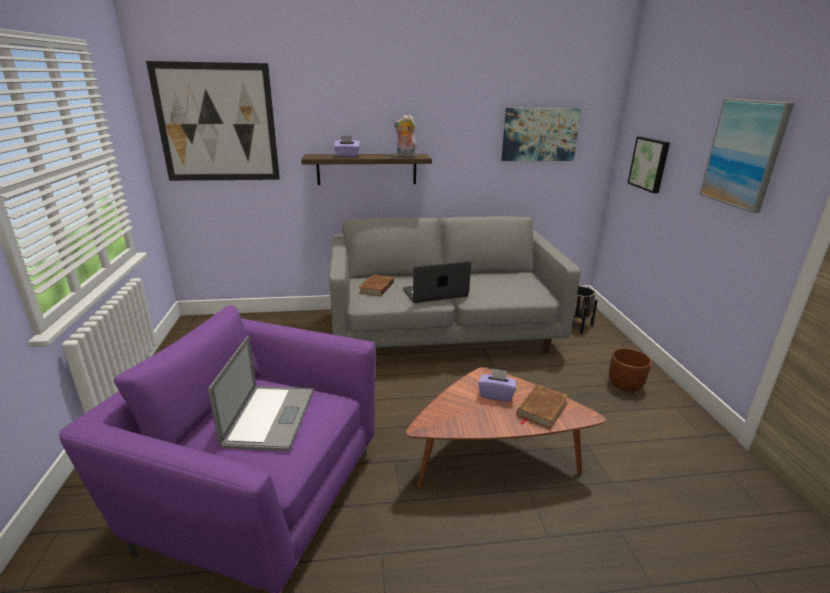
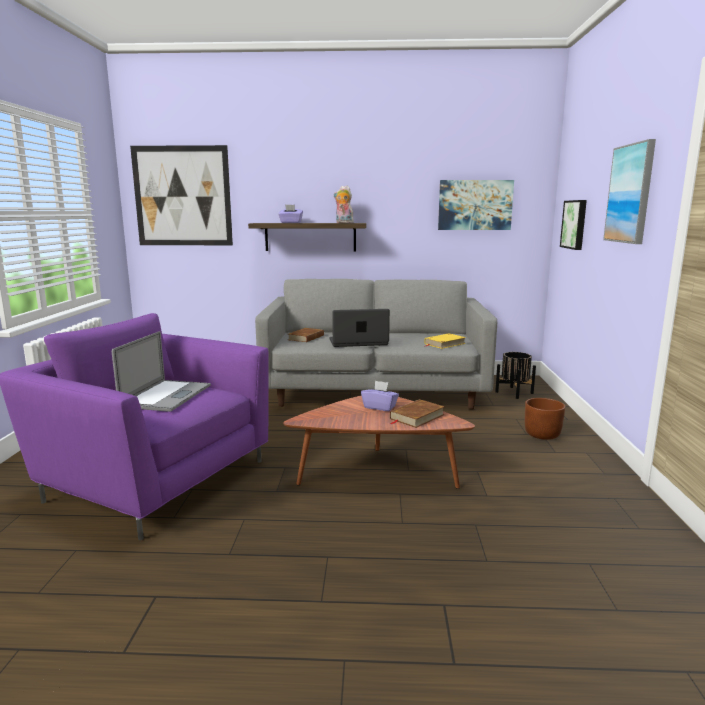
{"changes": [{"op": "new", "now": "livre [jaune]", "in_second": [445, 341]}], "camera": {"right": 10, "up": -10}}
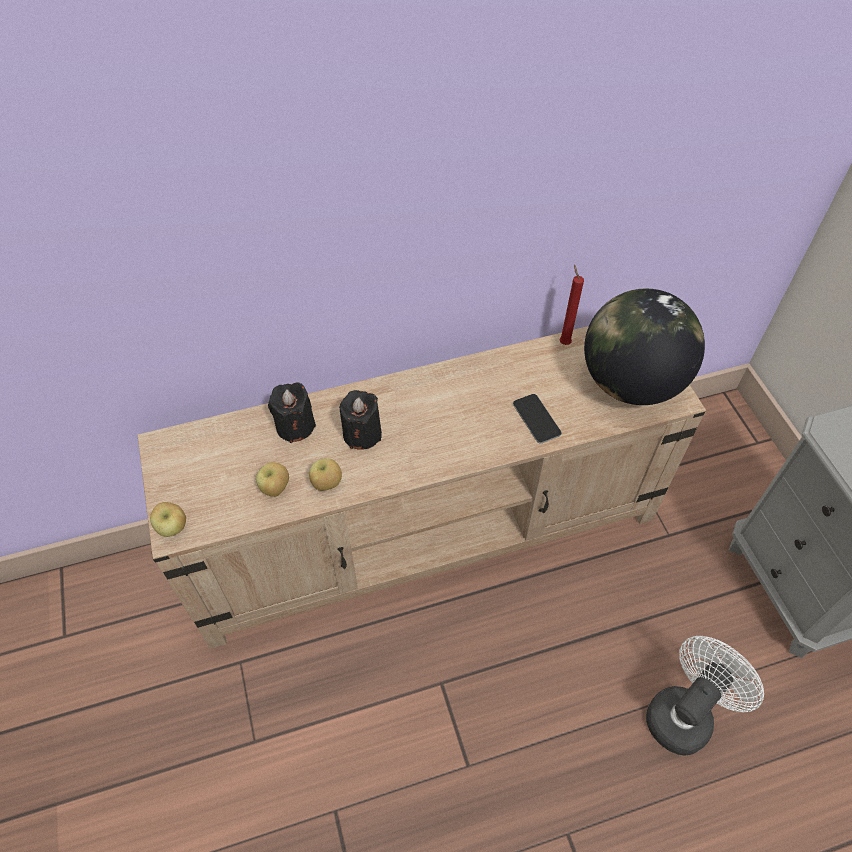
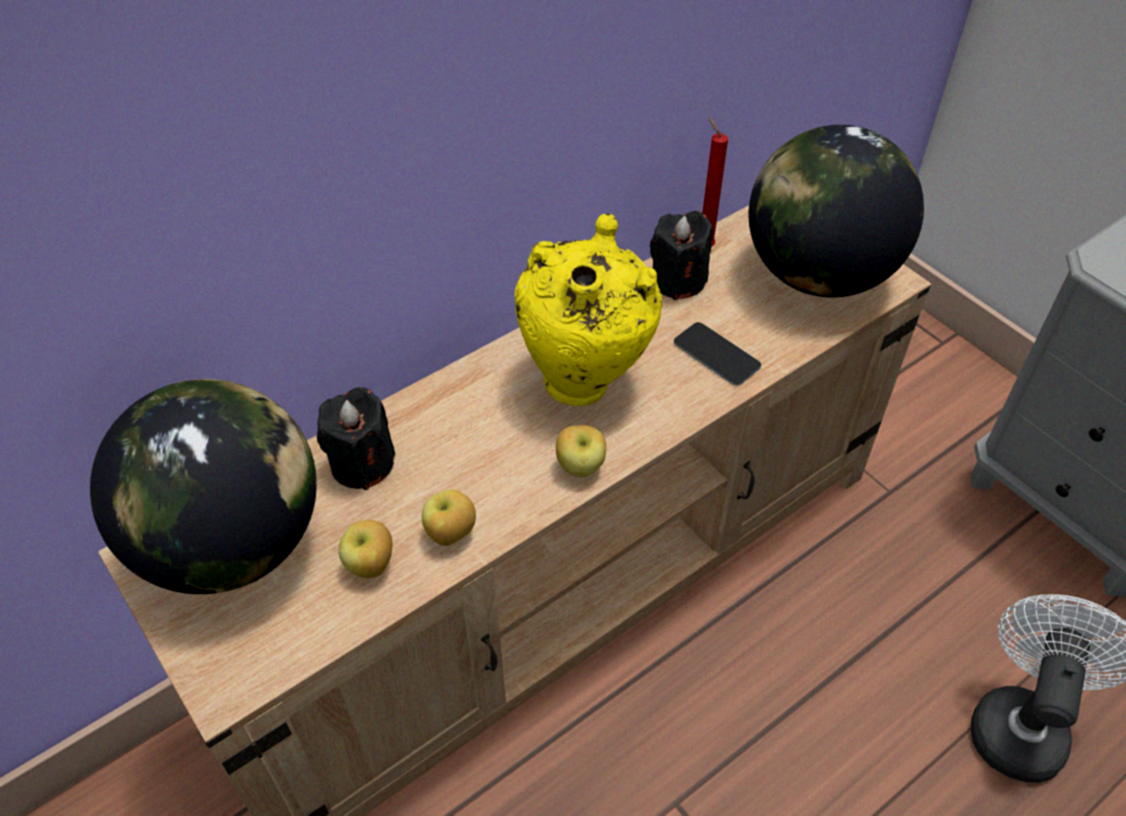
{"changes": [{"op": "shifted", "was": "bougie [noir]", "in_first": [360, 420], "in_second": [681, 255]}, {"op": "shifted", "was": "pomme", "in_first": [168, 519], "in_second": [581, 451]}, {"op": "new", "now": "vase [jaune]", "in_second": [589, 309]}, {"op": "new", "now": "globe", "in_second": [203, 486]}], "camera": {"right": -20, "up": -5}}
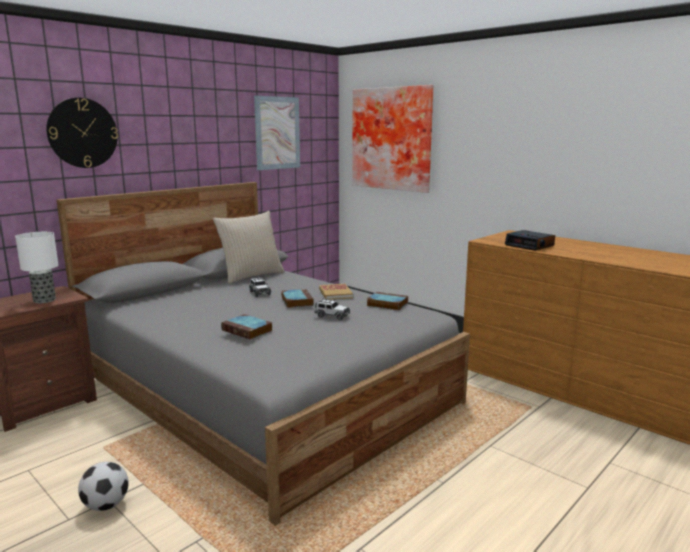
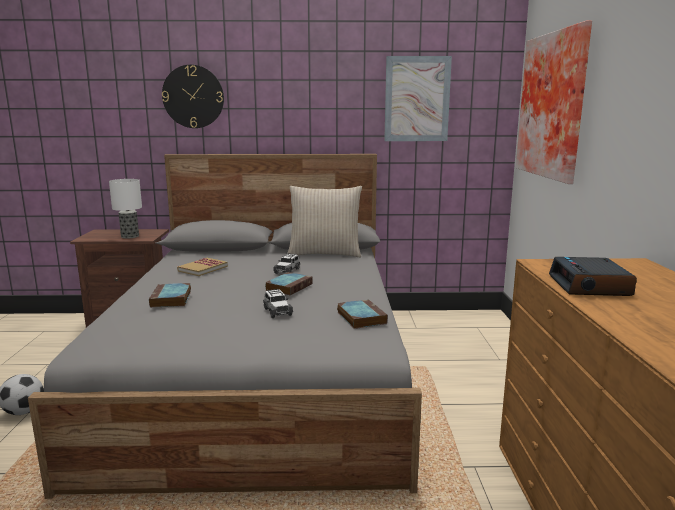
{"changes": [{"op": "shifted", "was": "livre", "in_first": [336, 292], "in_second": [202, 267]}], "camera": {"right": 45, "up": 0}}
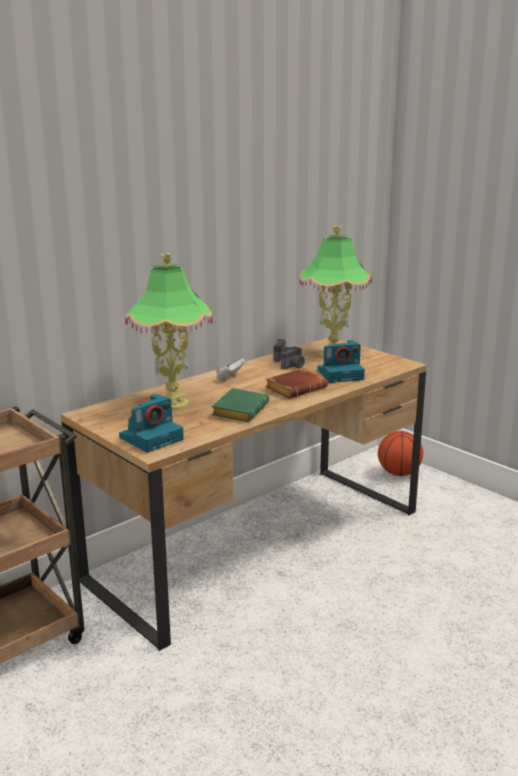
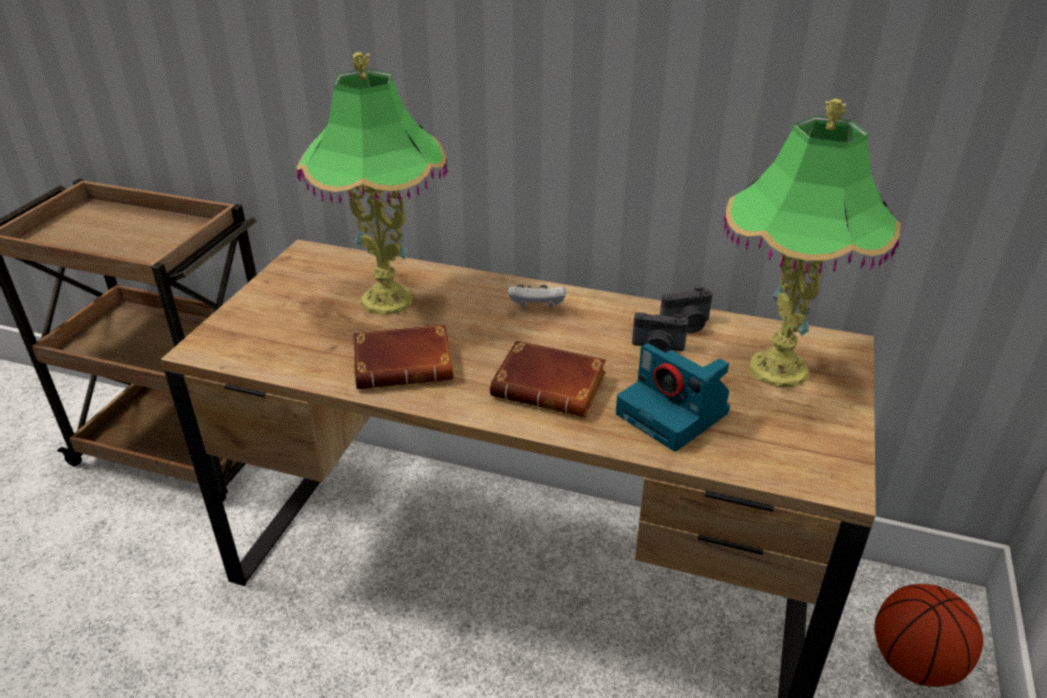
{"changes": [{"op": "repainted", "was": "livre [vert]", "now": "livre [marron]", "in_first": [240, 405], "in_second": [403, 356]}, {"op": "gone", "was": "appareil photo", "in_first": [151, 423]}], "camera": {"right": 60, "up": 15}}
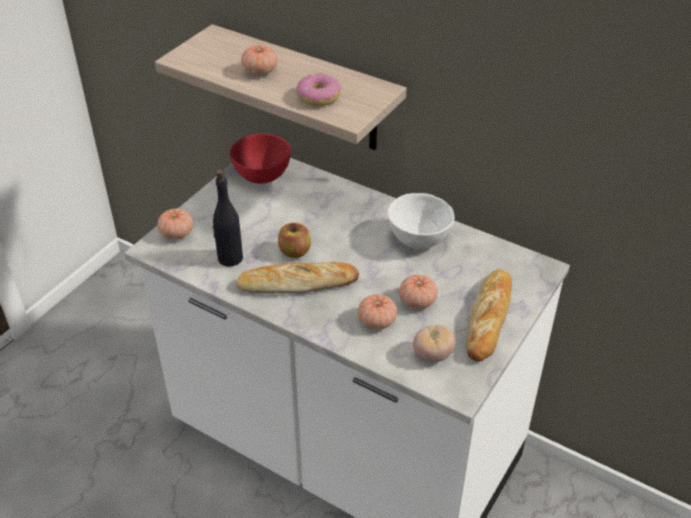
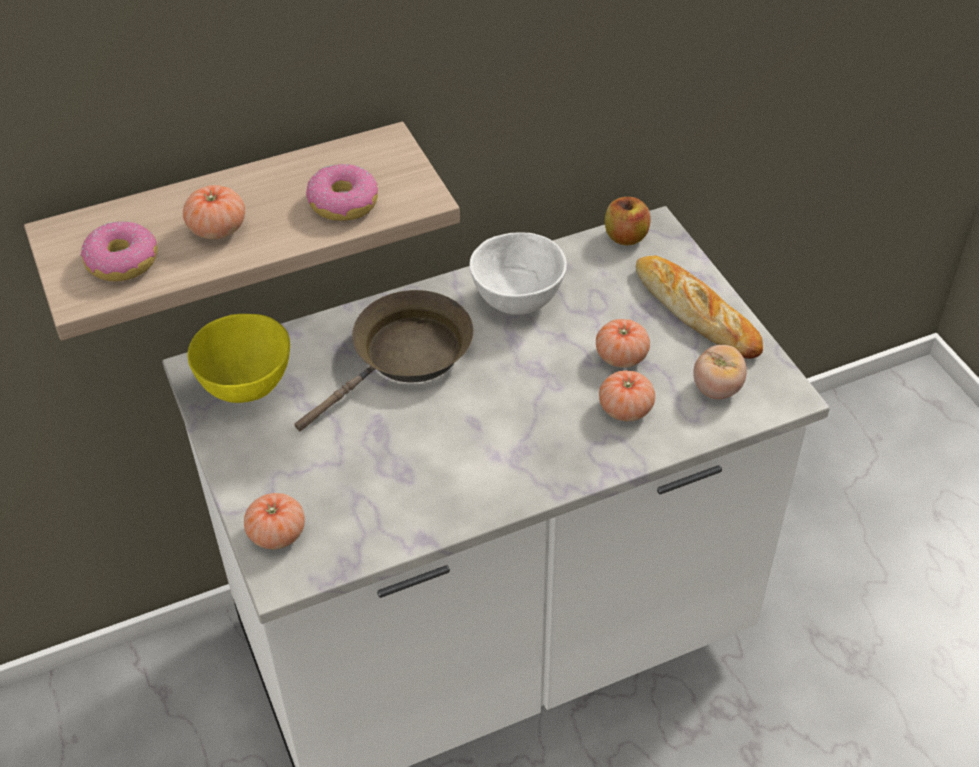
{"changes": [{"op": "repainted", "was": "bol [rouge]", "now": "bol [jaune]", "in_first": [260, 158], "in_second": [238, 358]}, {"op": "gone", "was": "bouteille [noir]", "in_first": [228, 218]}, {"op": "shifted", "was": "pomme", "in_first": [294, 240], "in_second": [628, 221]}, {"op": "gone", "was": "pain", "in_first": [297, 278]}, {"op": "new", "now": "beignet", "in_second": [118, 251]}, {"op": "new", "now": "poêle [marron]", "in_second": [384, 360]}], "camera": {"right": -55, "up": 5}}
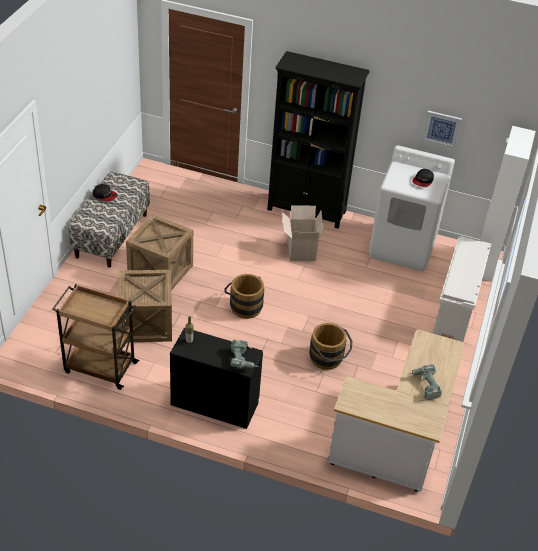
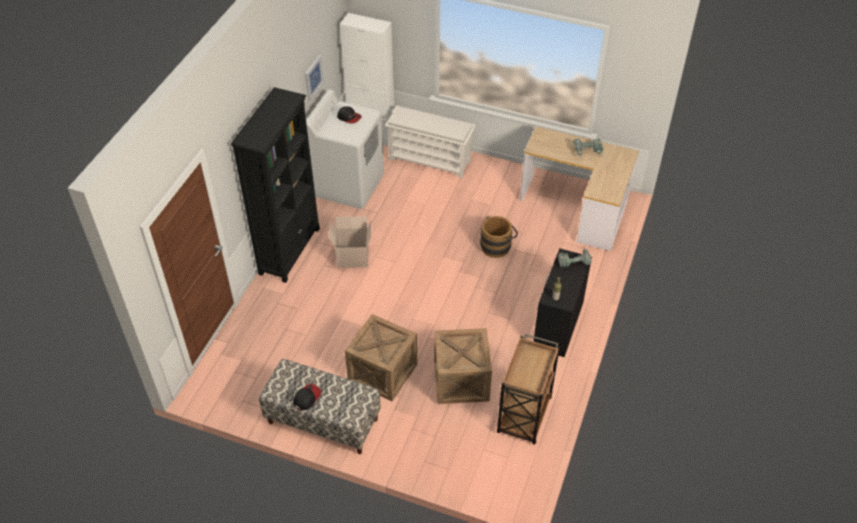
{"changes": [{"op": "gone", "was": "seau [marron]", "in_first": [244, 296]}], "camera": {"right": -85, "up": 5}}
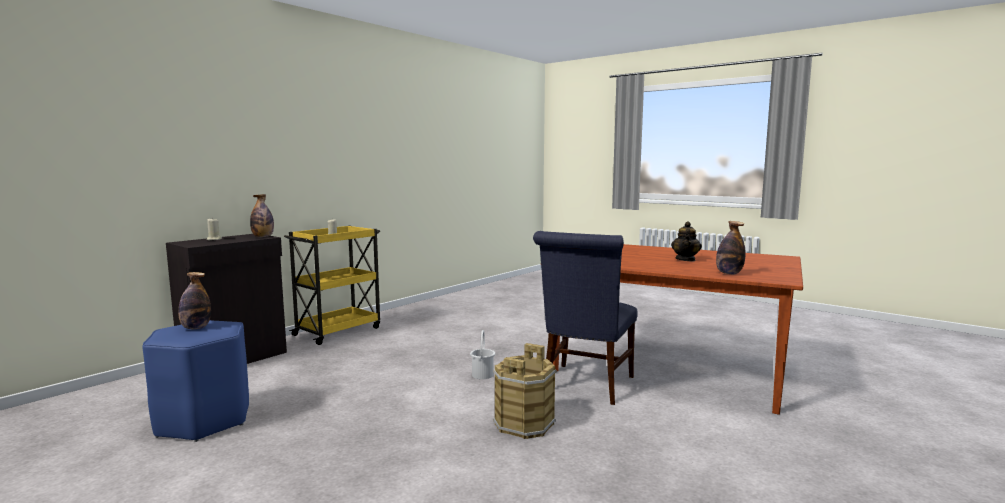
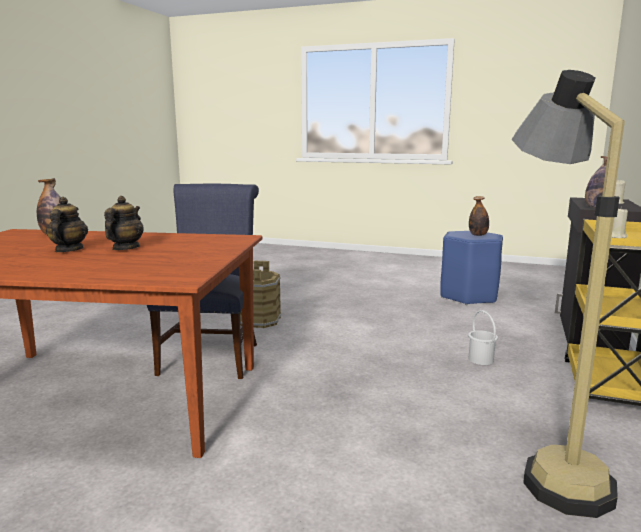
{"changes": [{"op": "shifted", "was": "seau [blanc]", "in_first": [482, 354], "in_second": [483, 337]}, {"op": "new", "now": "lampadaire", "in_second": [568, 294]}, {"op": "new", "now": "théière", "in_second": [124, 223]}], "camera": {"right": 160, "up": 5}}
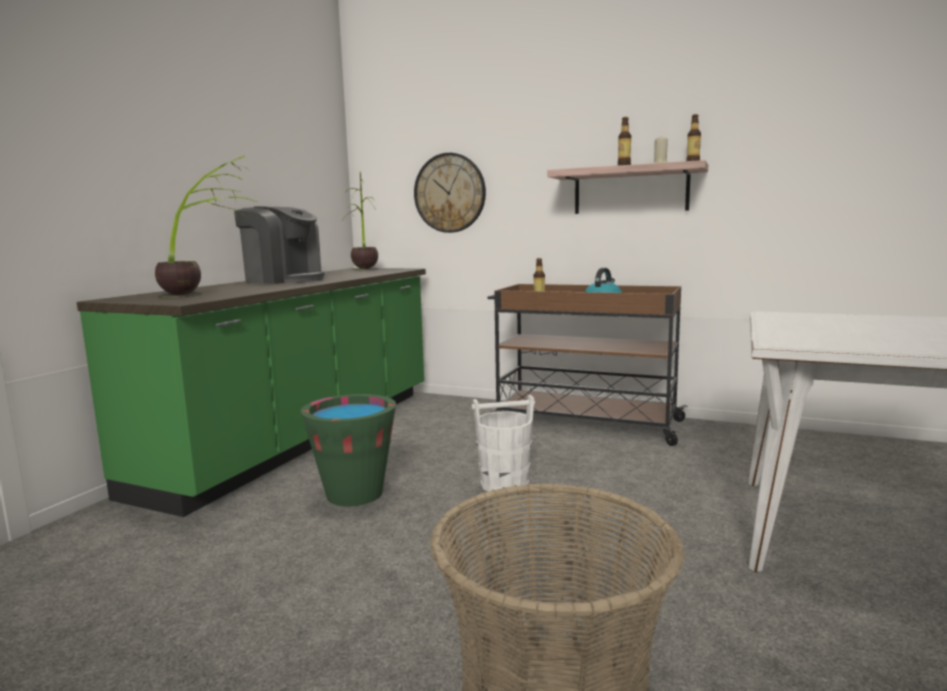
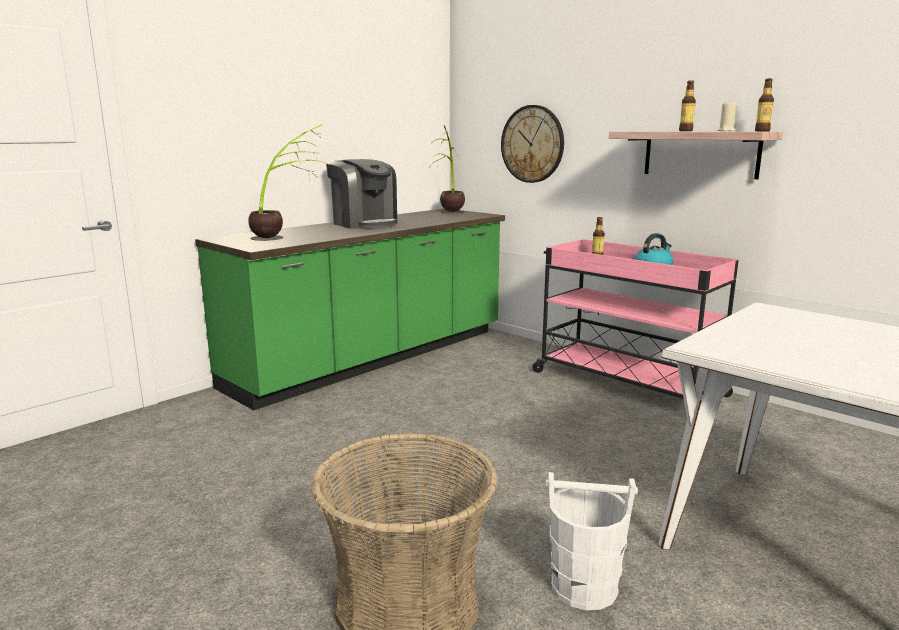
{"changes": [{"op": "repainted", "was": "chariot [marron]", "now": "chariot [rose]", "in_first": [587, 365], "in_second": [635, 319]}, {"op": "gone", "was": "seau [vert]", "in_first": [348, 450]}, {"op": "shifted", "was": "seau [blanc]", "in_first": [503, 443], "in_second": [591, 541]}], "camera": {"right": 20, "up": 5}}
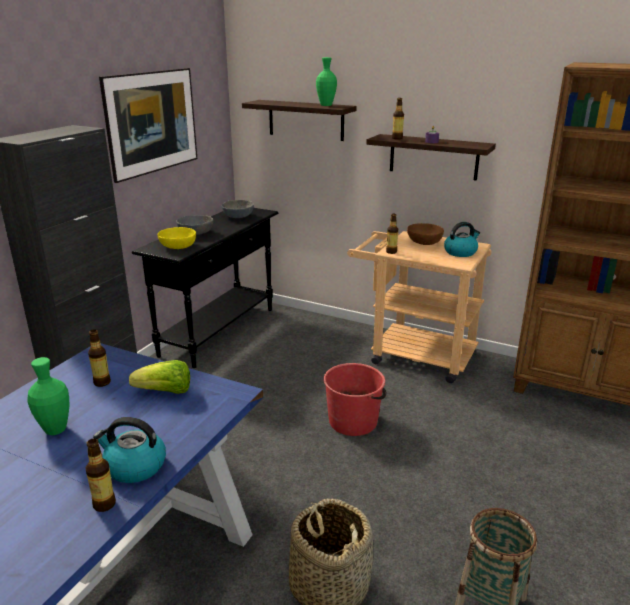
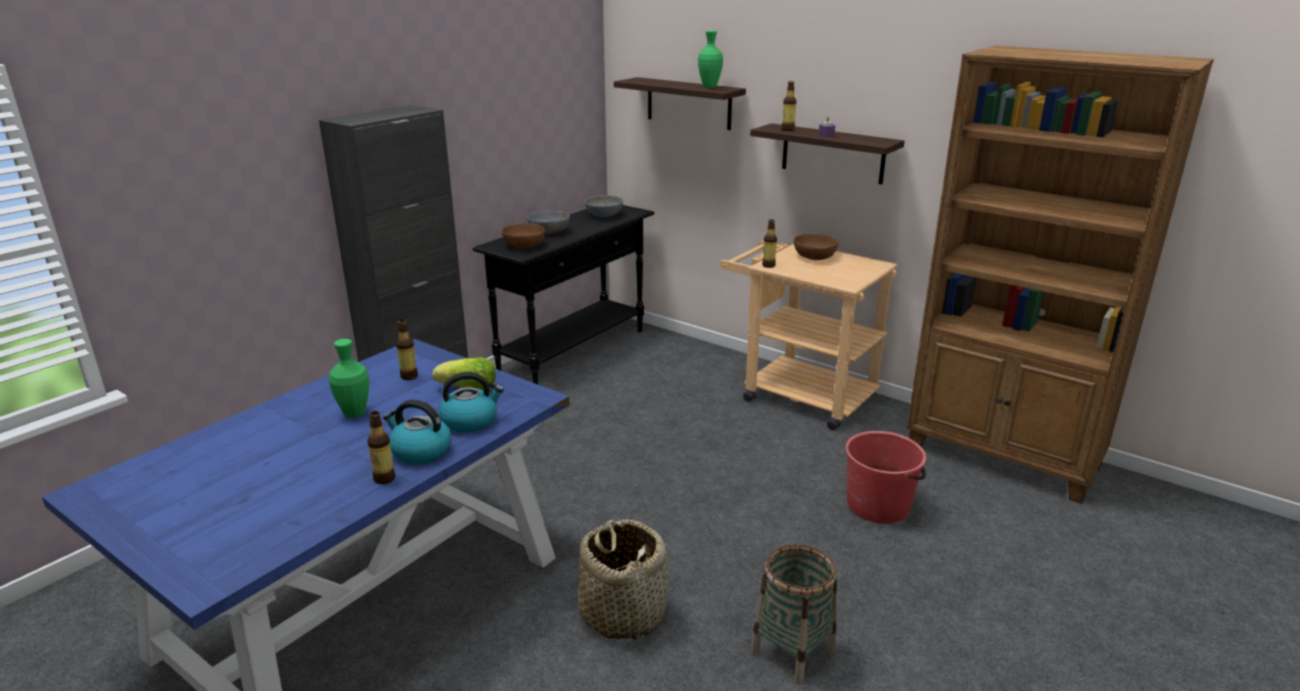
{"changes": [{"op": "gone", "was": "tableau", "in_first": [148, 125]}, {"op": "shifted", "was": "bouilloire", "in_first": [462, 239], "in_second": [471, 402]}, {"op": "repainted", "was": "bol [jaune]", "now": "bol [marron]", "in_first": [177, 238], "in_second": [523, 235]}, {"op": "shifted", "was": "seau [rouge]", "in_first": [354, 399], "in_second": [885, 477]}], "camera": {"right": 10, "up": 0}}
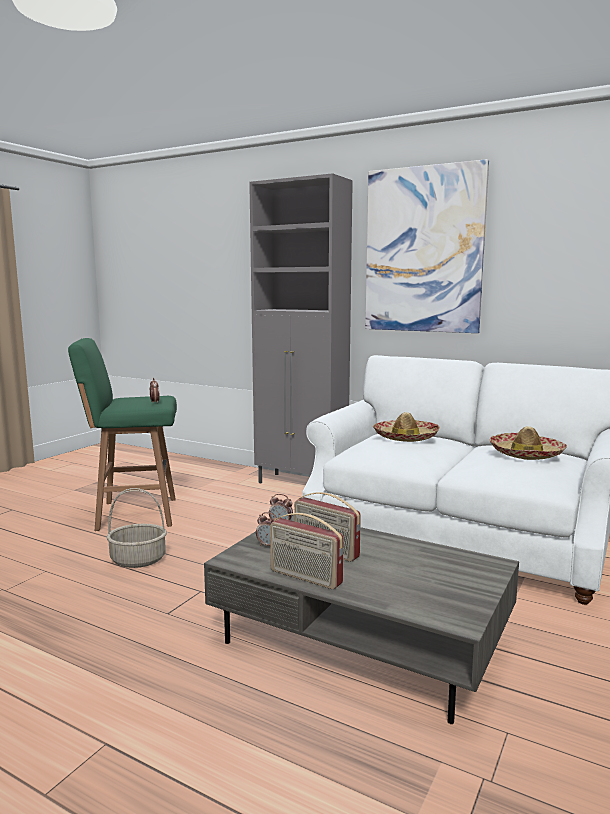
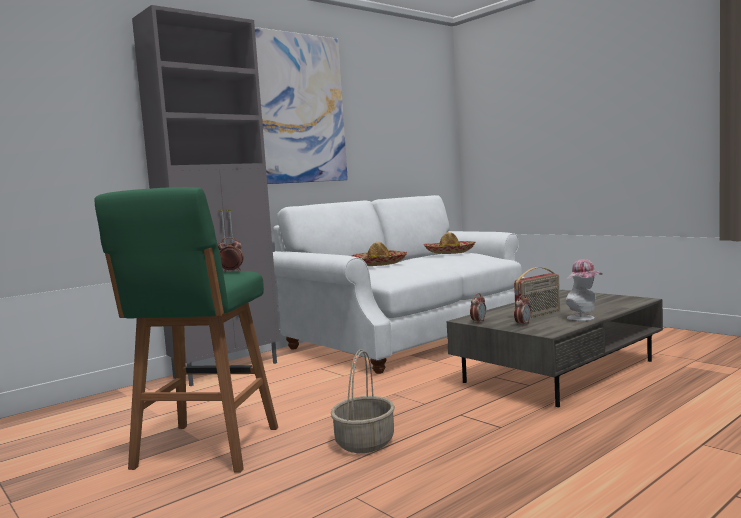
{"changes": [{"op": "swapped", "was": "radio", "now": "chapeau", "in_first": [306, 551], "in_second": [583, 290]}], "camera": {"right": -70, "up": -5}}
